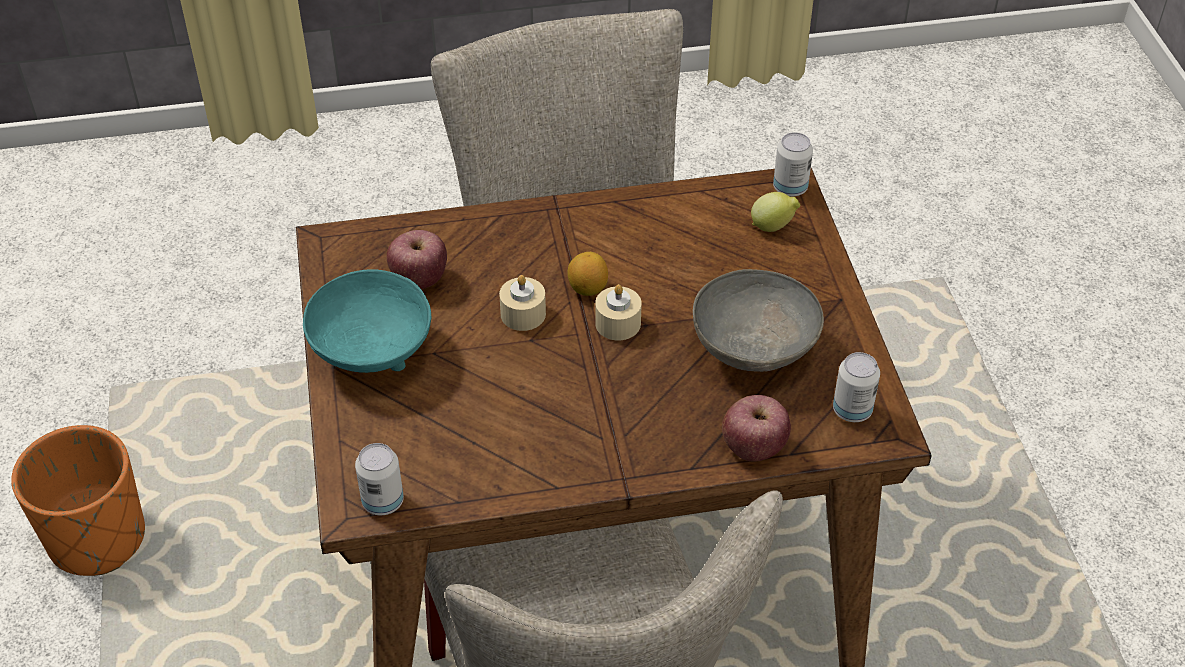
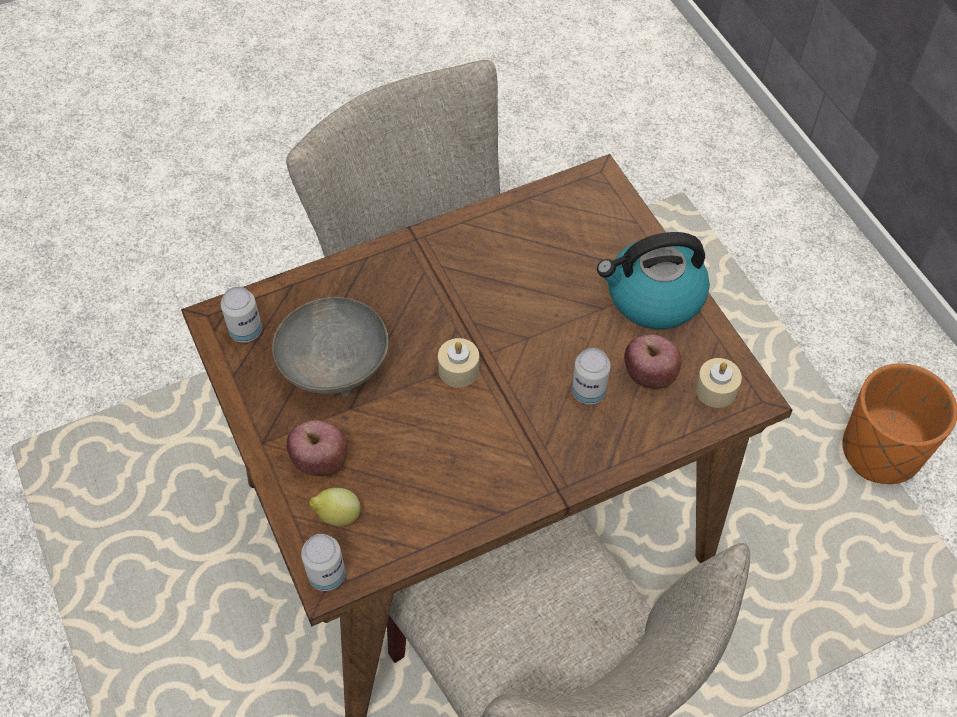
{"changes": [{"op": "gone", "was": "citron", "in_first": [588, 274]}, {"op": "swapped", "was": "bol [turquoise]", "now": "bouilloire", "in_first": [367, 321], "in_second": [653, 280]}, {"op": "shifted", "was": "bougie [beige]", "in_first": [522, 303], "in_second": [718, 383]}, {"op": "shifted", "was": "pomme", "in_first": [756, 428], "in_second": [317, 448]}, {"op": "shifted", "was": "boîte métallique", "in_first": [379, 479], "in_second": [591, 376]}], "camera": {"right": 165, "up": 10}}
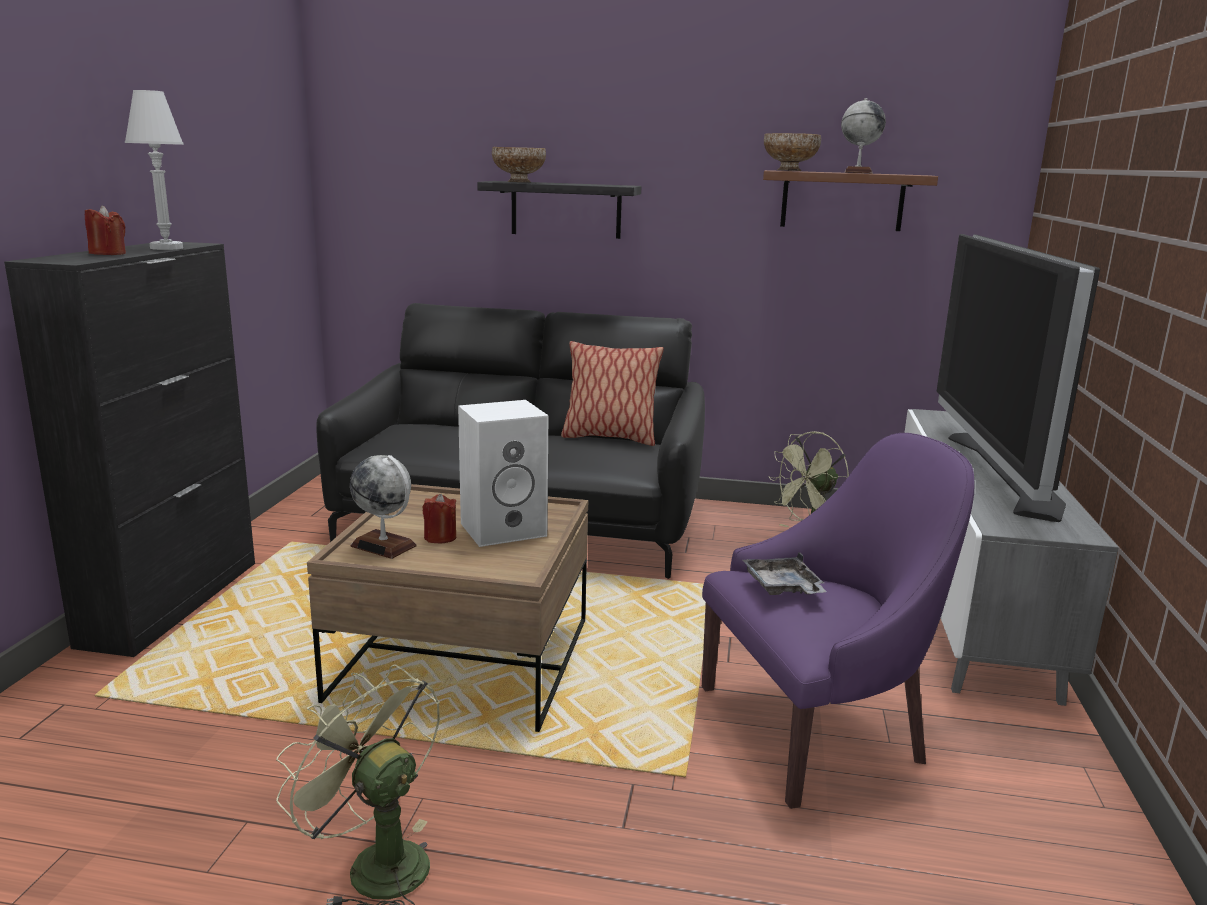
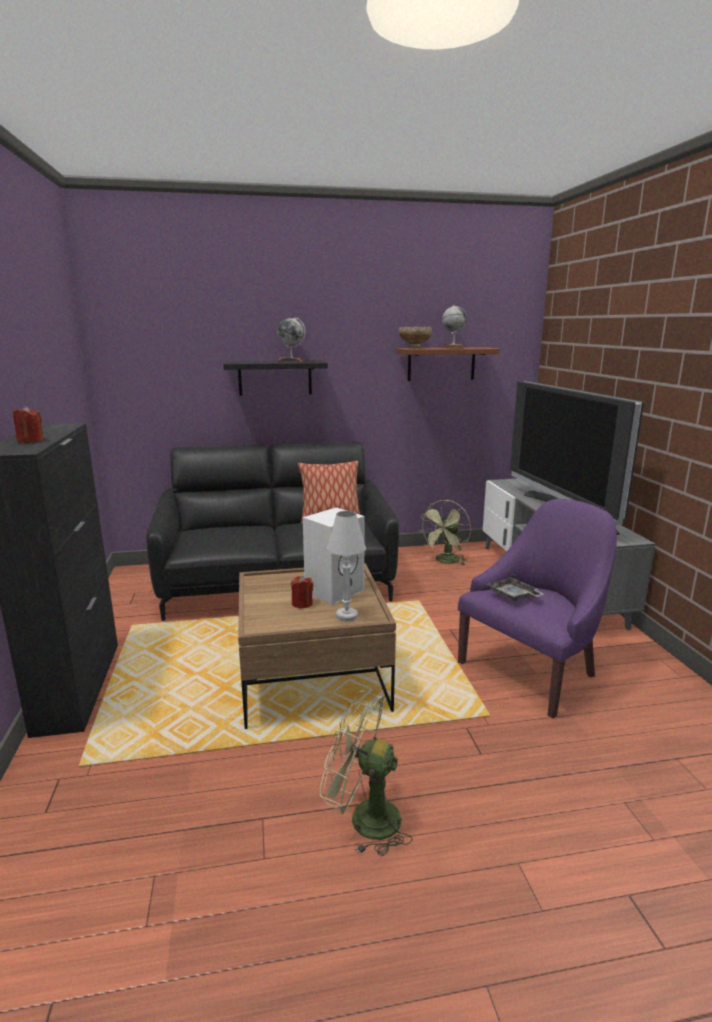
{"changes": [{"op": "shifted", "was": "lampe de table [blanc]", "in_first": [154, 170], "in_second": [346, 566]}, {"op": "gone", "was": "bol", "in_first": [519, 164]}, {"op": "shifted", "was": "globe", "in_first": [383, 507], "in_second": [291, 339]}], "camera": {"right": -20, "up": 0}}
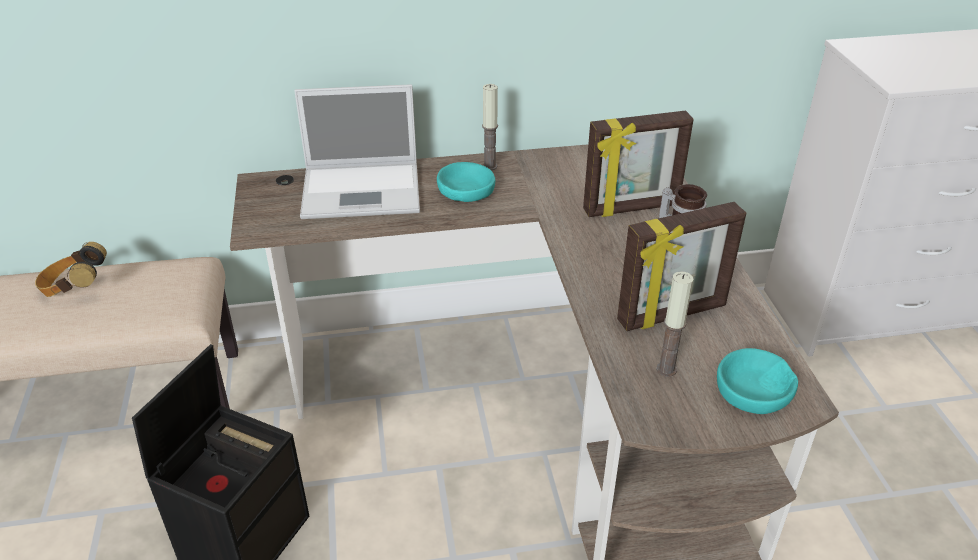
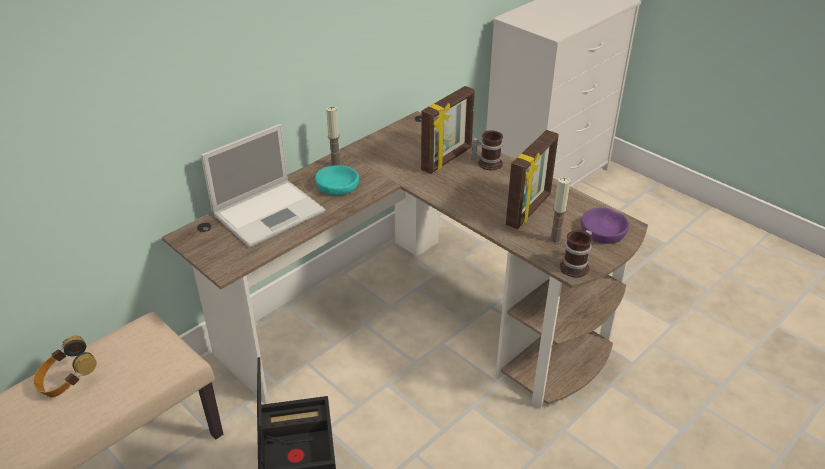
{"changes": [{"op": "repainted", "was": "bol [turquoise]", "now": "bol [violet]", "in_first": [757, 381], "in_second": [605, 226]}, {"op": "new", "now": "mug", "in_second": [576, 254]}], "camera": {"right": -35, "up": 0}}
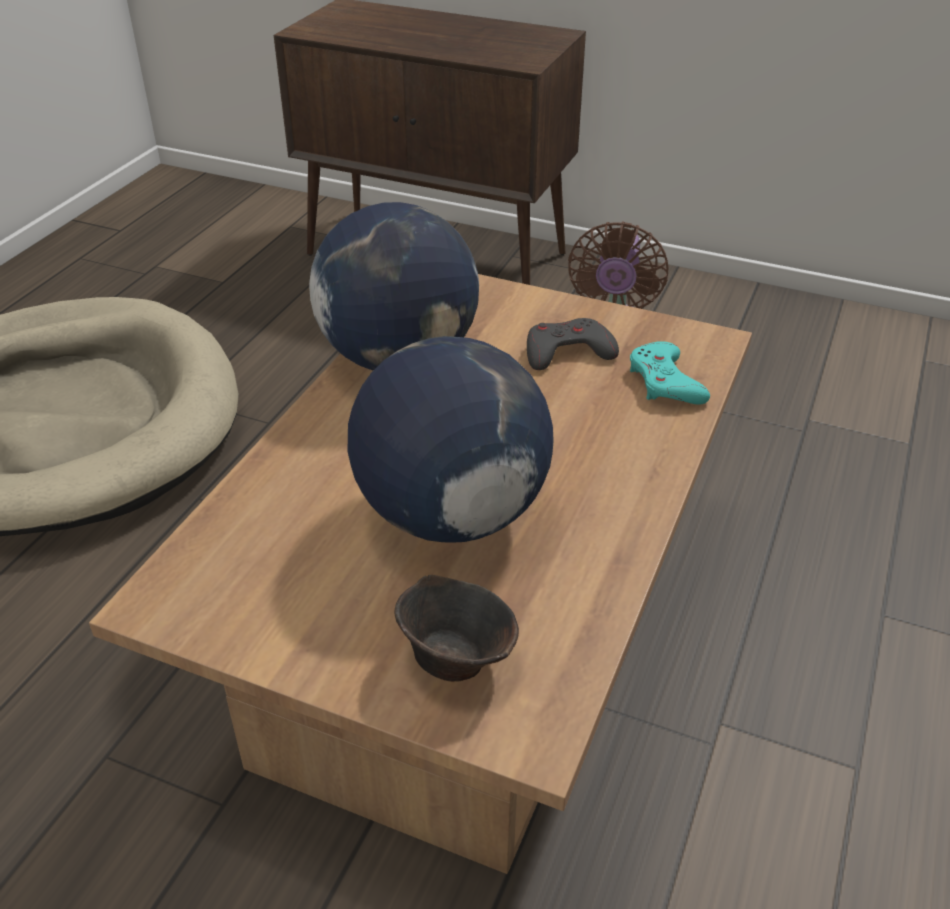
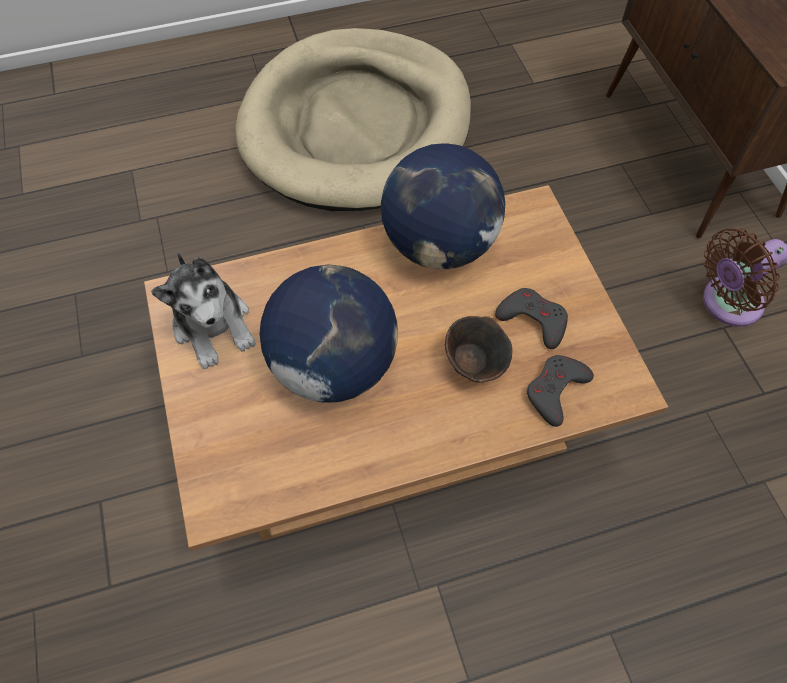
{"changes": [{"op": "repainted", "was": "manette [turquoise]", "now": "manette [gris]", "in_first": [670, 373], "in_second": [560, 391]}, {"op": "shifted", "was": "bol [marron]", "in_first": [457, 628], "in_second": [478, 349]}, {"op": "new", "now": "peluche", "in_second": [203, 310]}], "camera": {"right": 50, "up": 20}}
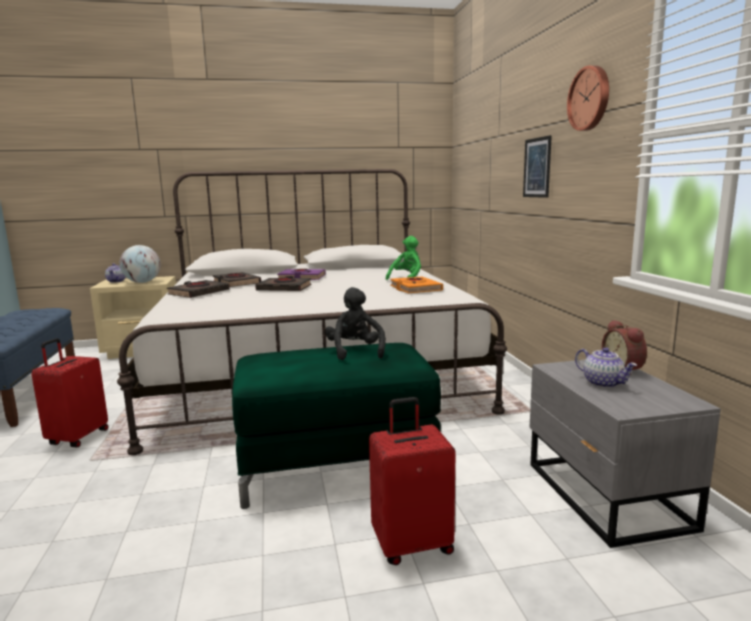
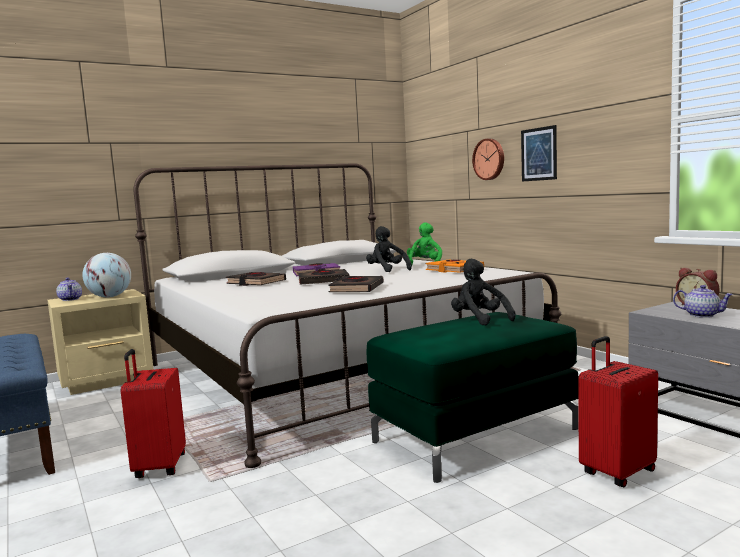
{"changes": [{"op": "shifted", "was": "horloge murale", "in_first": [588, 98], "in_second": [488, 159]}, {"op": "shifted", "was": "livre [noir]", "in_first": [198, 289], "in_second": [356, 284]}, {"op": "new", "now": "peluche [noir]", "in_second": [389, 249]}], "camera": {"right": -20, "up": -5}}
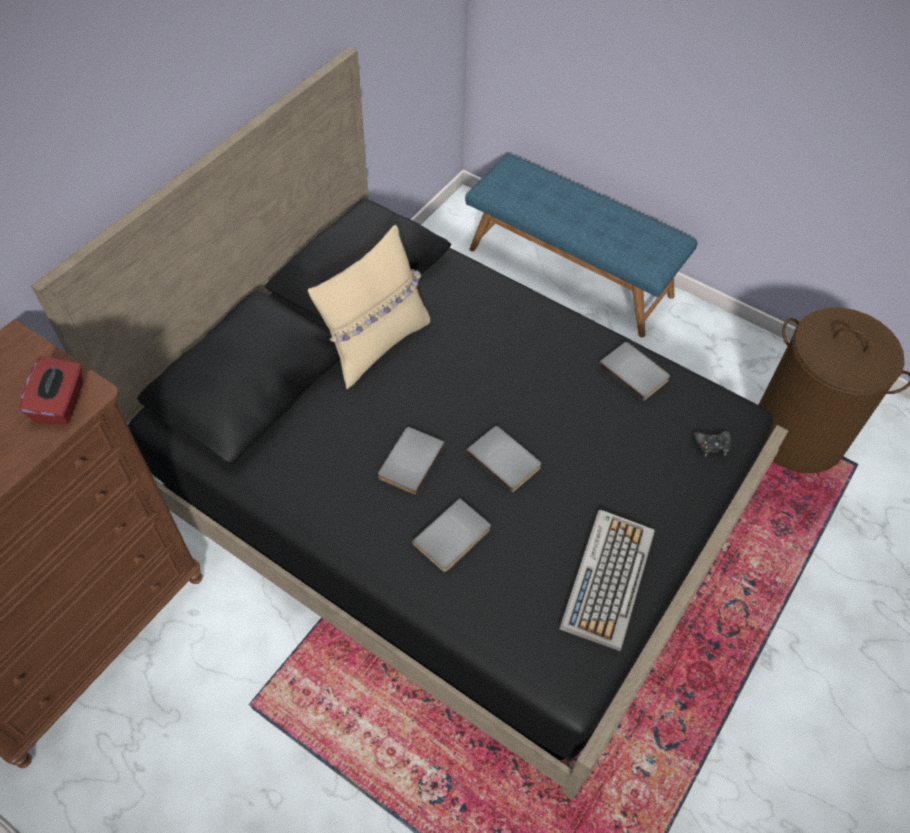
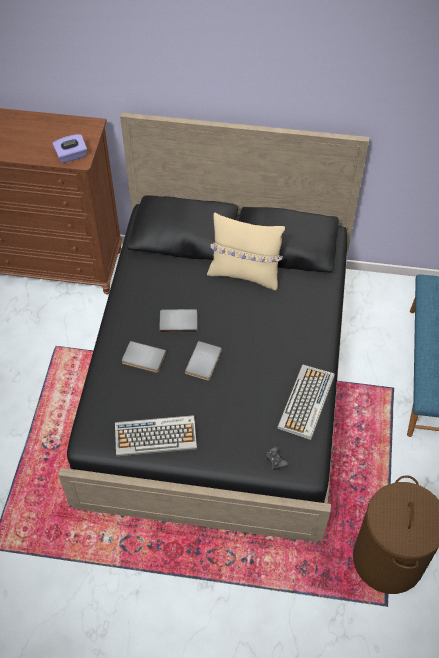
{"changes": [{"op": "swapped", "was": "livre [gris]", "now": "clavier", "in_first": [634, 371], "in_second": [306, 402]}, {"op": "repainted", "was": "boîte à mouchoirs [rouge]", "now": "boîte à mouchoirs [violet]", "in_first": [51, 390], "in_second": [69, 148]}], "camera": {"right": 65, "up": 0}}
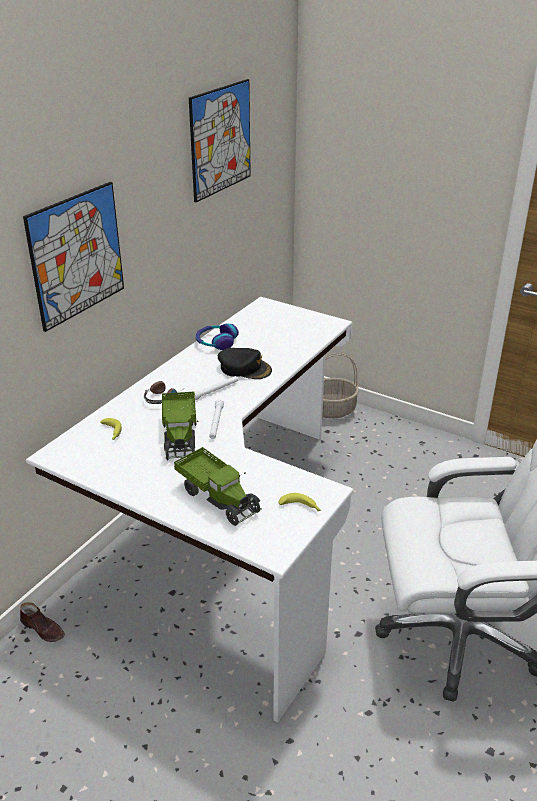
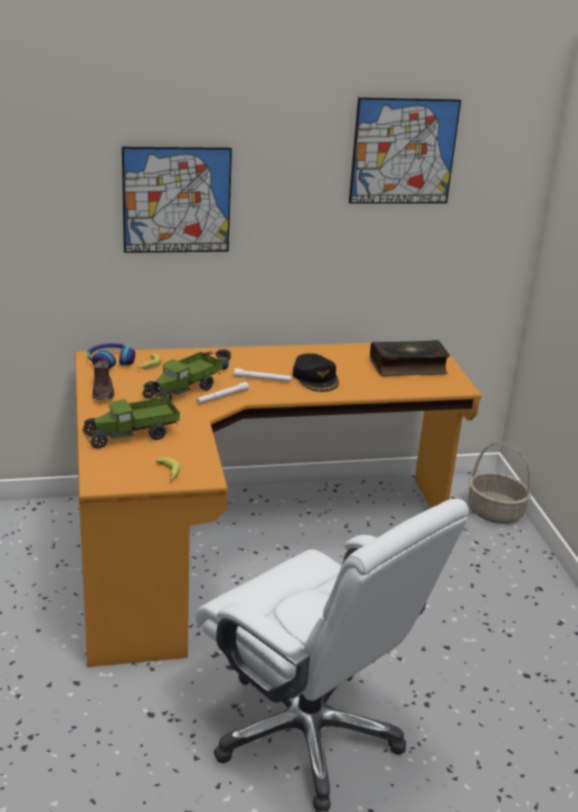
{"changes": [{"op": "repainted", "was": "bureau [blanc]", "now": "bureau [orange]", "in_first": [190, 509], "in_second": [278, 505]}, {"op": "shifted", "was": "casque audio", "in_first": [217, 336], "in_second": [111, 356]}, {"op": "rotated", "was": "camion jouet", "in_first": [218, 486], "in_second": [131, 423], "clockwise": 60}, {"op": "shifted", "was": "chaussure [marron]", "in_first": [42, 622], "in_second": [103, 380]}, {"op": "new", "now": "livre", "in_second": [410, 358]}], "camera": {"right": 45, "up": -5}}
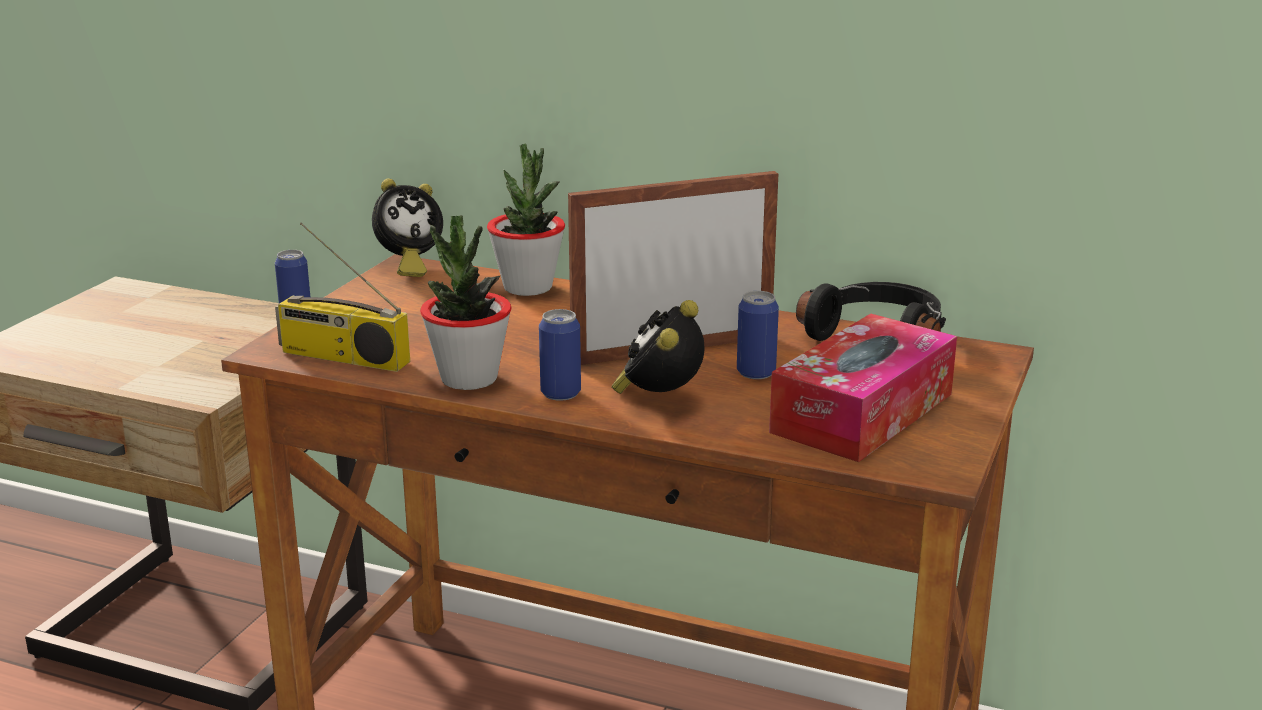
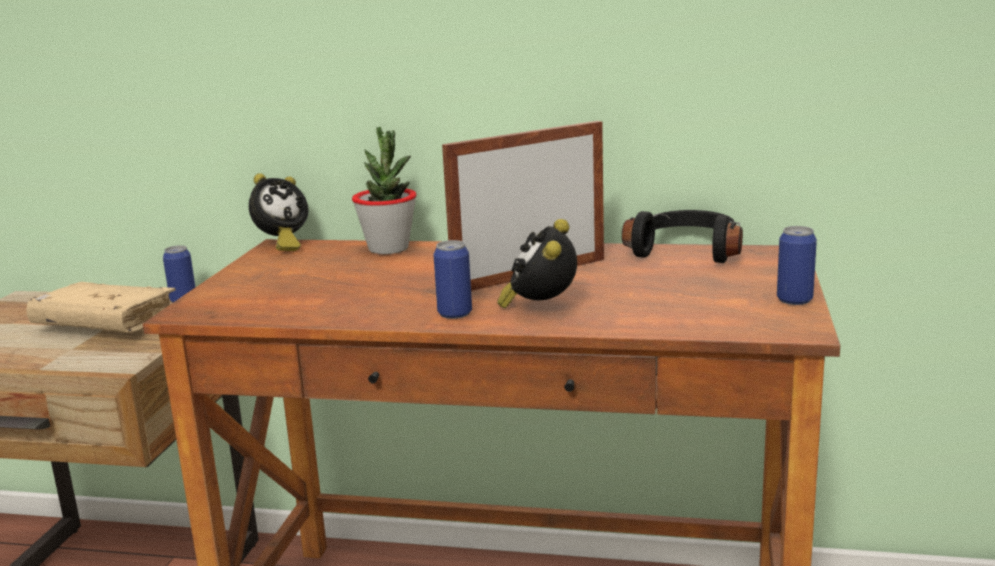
{"changes": [{"op": "gone", "was": "plante en pot", "in_first": [466, 302]}, {"op": "gone", "was": "radio", "in_first": [342, 297]}, {"op": "shifted", "was": "boîte métallique", "in_first": [758, 335], "in_second": [797, 265]}, {"op": "gone", "was": "boîte à mouchoirs", "in_first": [863, 388]}, {"op": "new", "now": "livre [beige]", "in_second": [101, 307]}], "camera": {"right": -10, "up": -5}}
